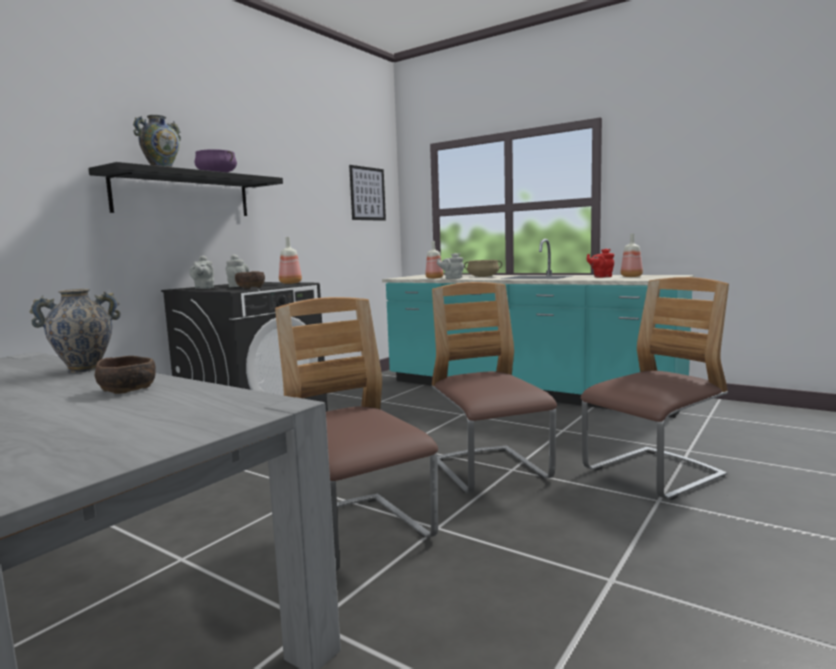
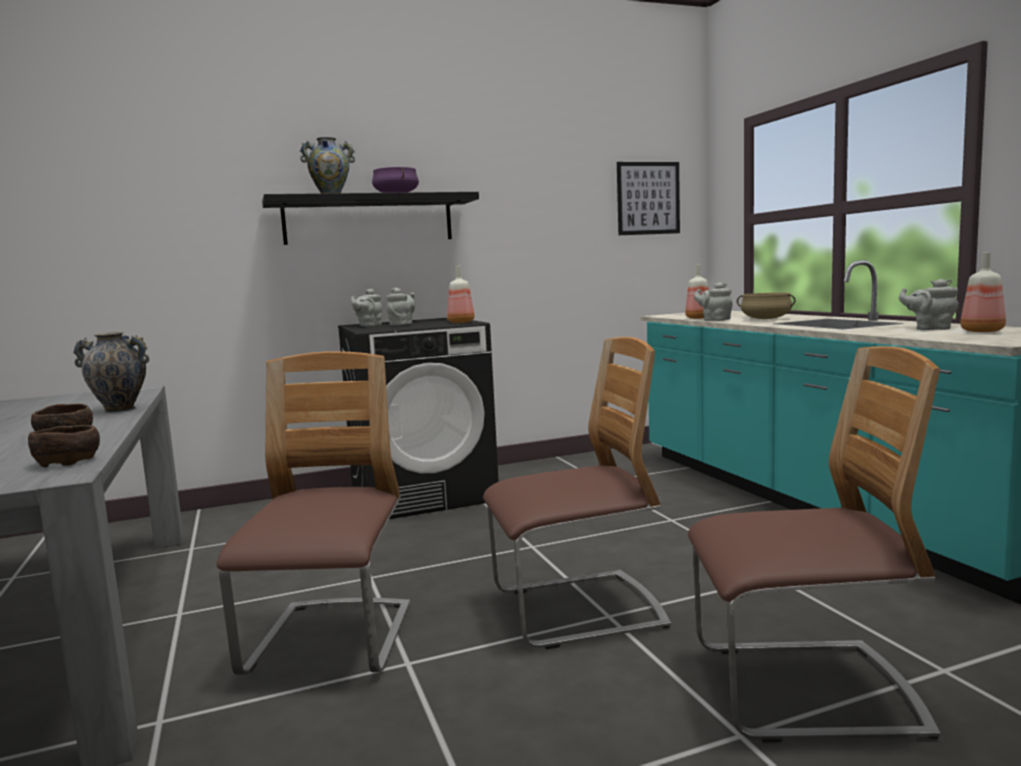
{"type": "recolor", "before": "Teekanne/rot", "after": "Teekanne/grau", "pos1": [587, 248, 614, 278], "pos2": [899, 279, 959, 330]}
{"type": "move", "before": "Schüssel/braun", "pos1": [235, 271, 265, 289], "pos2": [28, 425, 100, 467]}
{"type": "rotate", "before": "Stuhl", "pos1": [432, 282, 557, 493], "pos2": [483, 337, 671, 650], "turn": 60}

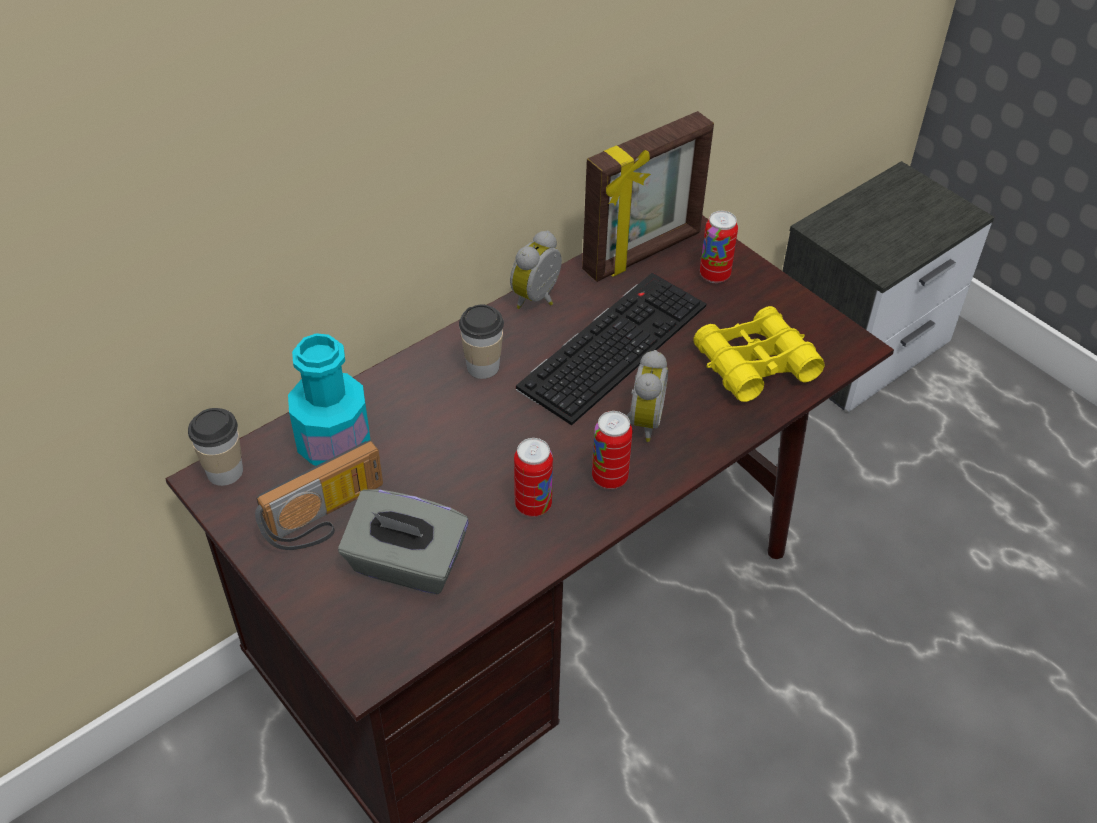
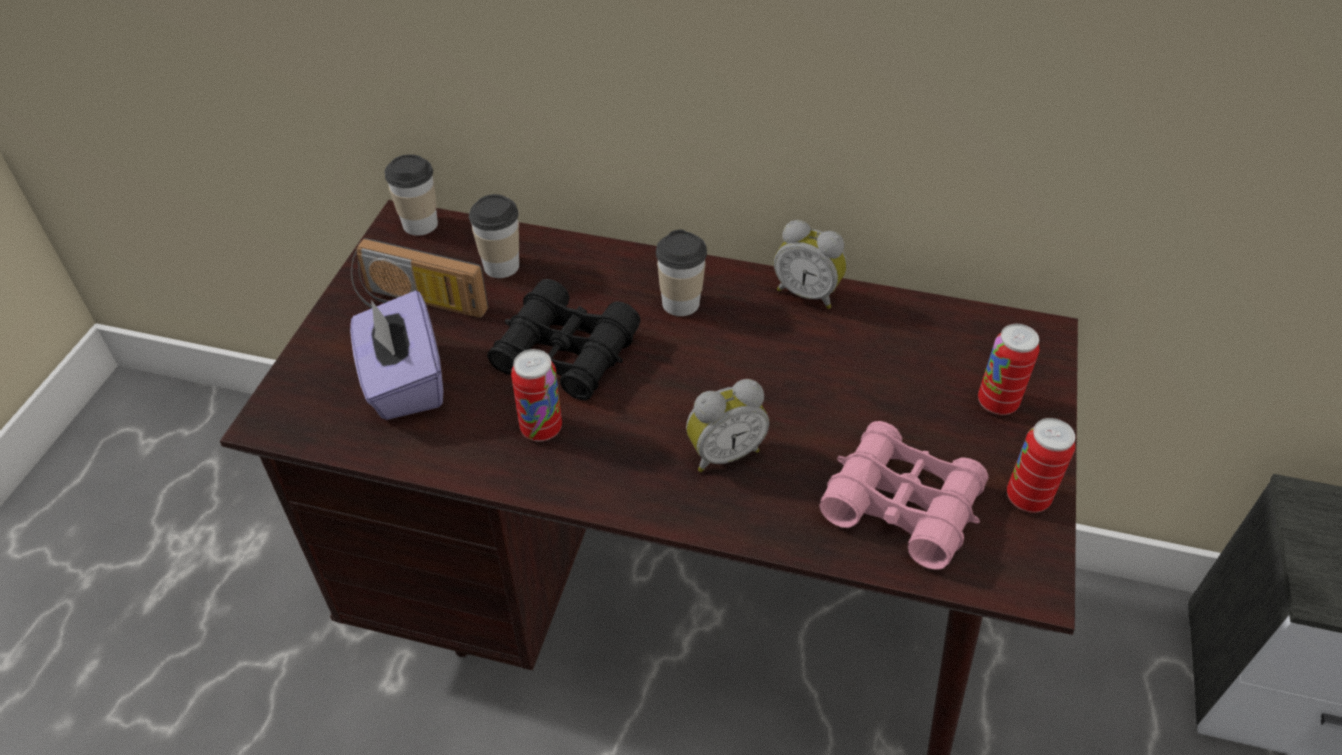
{"type": "delete", "before": "Bilderrahmen", "pos1": [582, 111, 714, 282]}
{"type": "rotate", "before": "Wecker", "pos1": [510, 230, 562, 309], "pos2": [774, 220, 847, 309], "turn": -150}
{"type": "delete", "before": "Tastatur", "pos1": [516, 272, 706, 425]}
{"type": "recolor", "before": "Fernglas/gelb", "after": "Fernglas/rosa", "pos1": [694, 306, 825, 402], "pos2": [819, 421, 988, 570]}
{"type": "replace", "before": "Flasche/türkis", "after": "Tasse", "pos1": [288, 333, 370, 466], "pos2": [469, 194, 519, 278]}
{"type": "move", "before": "Dose", "pos1": [592, 411, 633, 489], "pos2": [1007, 418, 1075, 513]}
{"type": "recolor", "before": "Taschentuchbox/grau", "after": "Taschentuchbox/lila", "pos1": [338, 489, 469, 594], "pos2": [350, 290, 443, 420]}
{"type": "insert", "after": "Fernglas/schwarz", "pos2": [487, 279, 641, 401]}

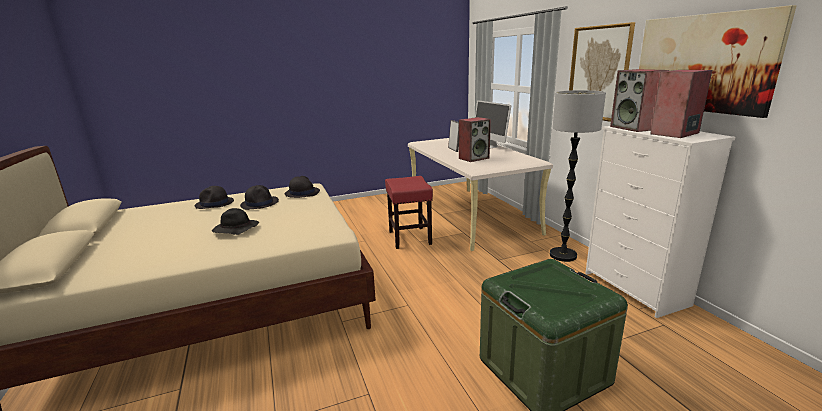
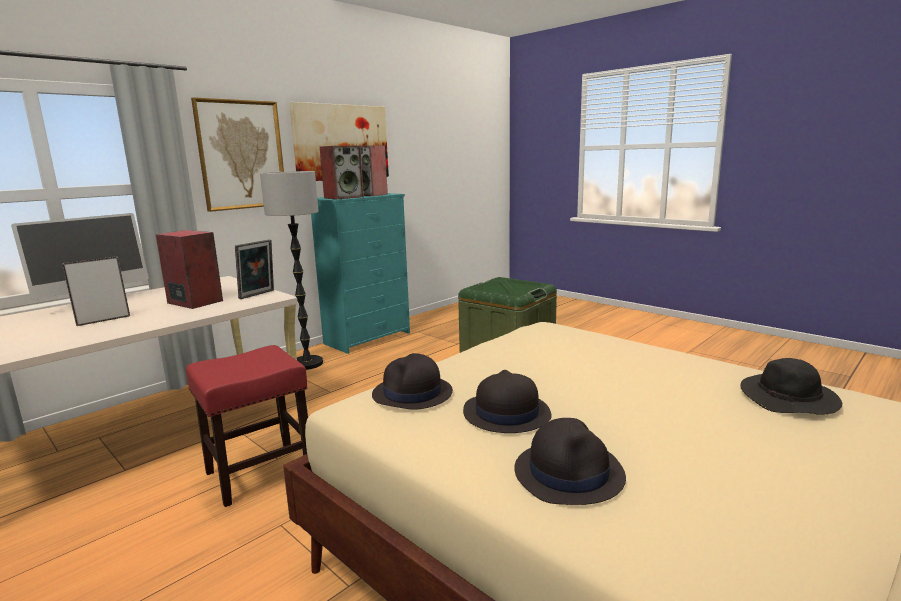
{"type": "recolor", "before": "Kommode/weiß", "after": "Kommode/türkis", "pos1": [585, 126, 735, 318], "pos2": [311, 193, 410, 354]}
{"type": "move", "before": "Hut/schwarz", "pos1": [212, 208, 259, 235], "pos2": [740, 358, 842, 415]}
{"type": "insert", "after": "Bilderrahmen", "pos2": [235, 239, 274, 299]}

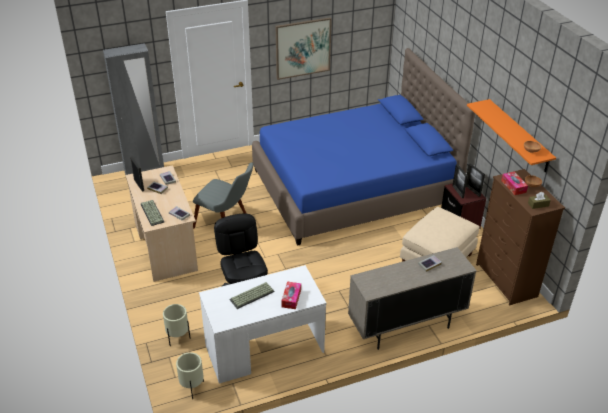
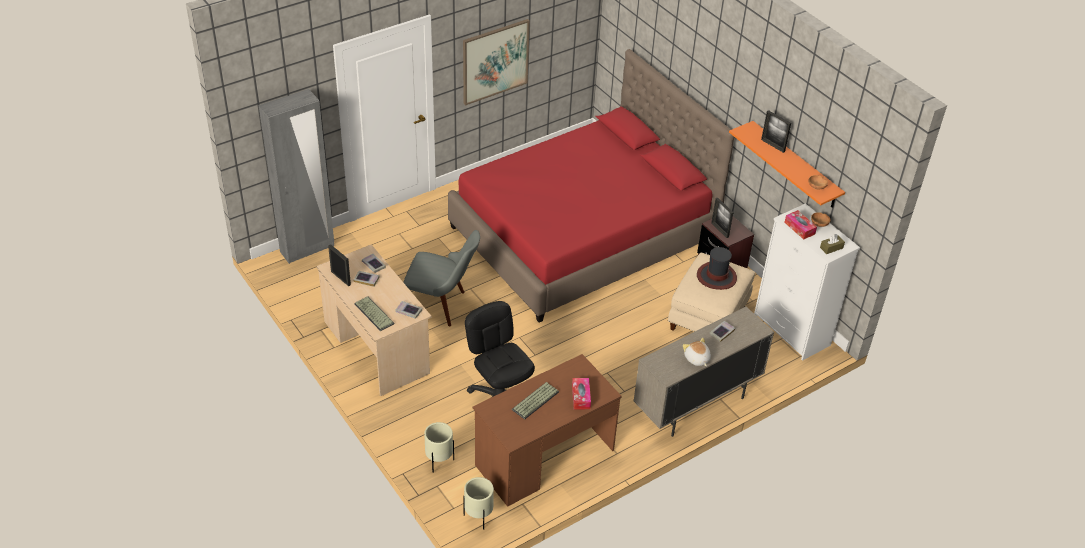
{"type": "recolor", "before": "Bett/blau", "after": "Bett/rot", "pos1": [252, 48, 475, 246], "pos2": [448, 49, 735, 322]}
{"type": "move", "before": "Bilderrahmen", "pos1": [466, 163, 485, 197], "pos2": [761, 110, 791, 153]}
{"type": "recolor", "before": "Kommode/braun", "after": "Kommode/weiß", "pos1": [476, 169, 565, 305], "pos2": [754, 203, 860, 361]}
{"type": "recolor", "before": "Schreibtisch/weiß", "after": "Schreibtisch/braun", "pos1": [199, 265, 327, 384], "pos2": [473, 354, 622, 507]}
{"type": "insert", "after": "Hut", "pos2": [697, 247, 737, 290]}
{"type": "insert", "after": "Plüschtier", "pos2": [683, 338, 711, 367]}

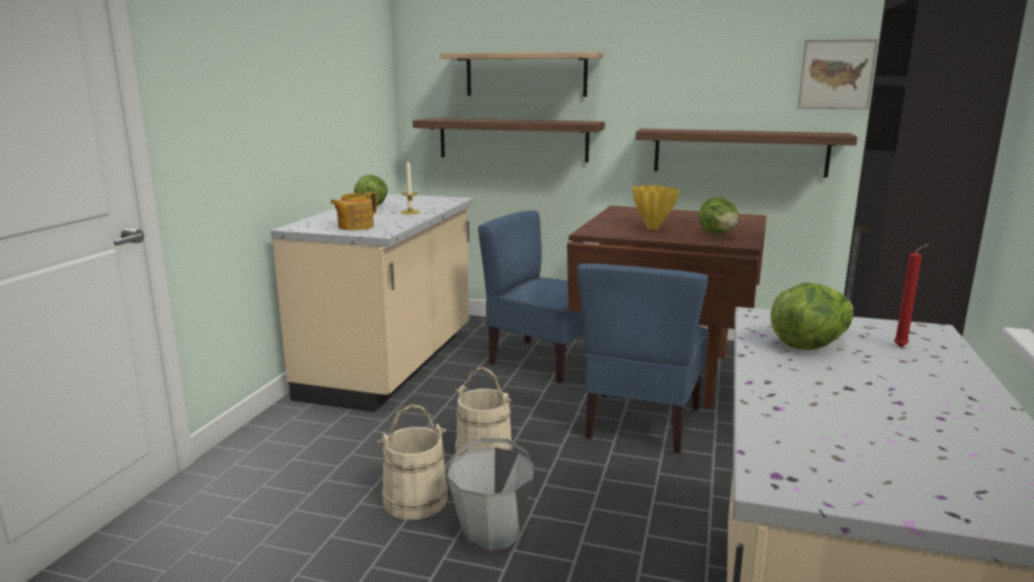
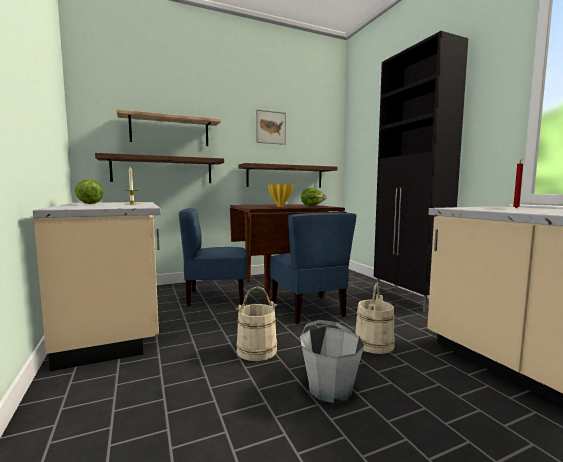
{"type": "move", "before": "Bild", "pos1": [798, 39, 878, 109], "pos2": [256, 109, 286, 145]}
{"type": "delete", "before": "Teekanne", "pos1": [330, 192, 377, 230]}
{"type": "delete", "before": "Salatkopf", "pos1": [771, 283, 854, 350]}
{"type": "move", "before": "Eimer/beige", "pos1": [378, 405, 448, 520], "pos2": [355, 283, 395, 354]}

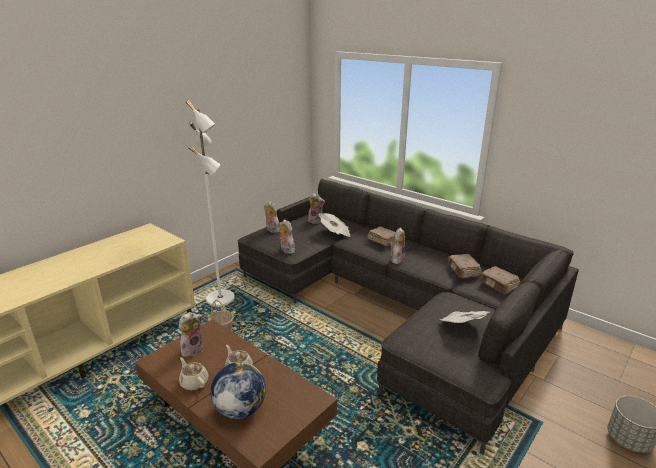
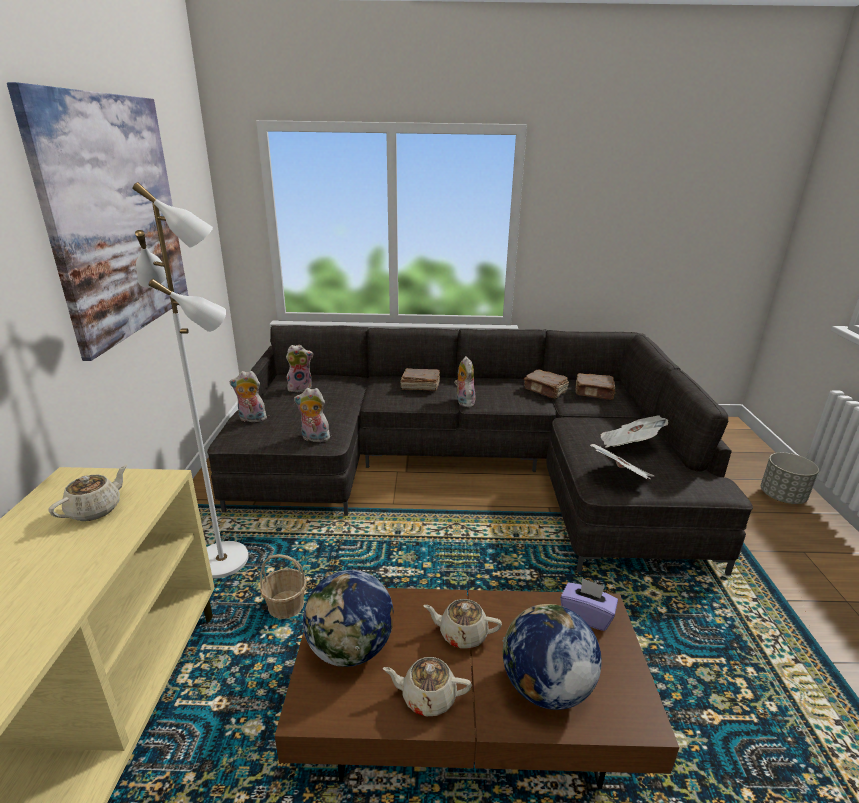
{"type": "move", "before": "Zeitung", "pos1": [318, 213, 351, 237], "pos2": [590, 444, 654, 479]}
{"type": "replace", "before": "Plüschtier", "after": "Globus", "pos1": [179, 312, 203, 357], "pos2": [303, 570, 394, 667]}
{"type": "insert", "after": "Bild", "pos2": [7, 82, 188, 361]}
{"type": "insert", "after": "Teekanne/beige", "pos2": [49, 465, 127, 521]}
{"type": "insert", "after": "Taschentuchbox/lila", "pos2": [560, 578, 618, 631]}

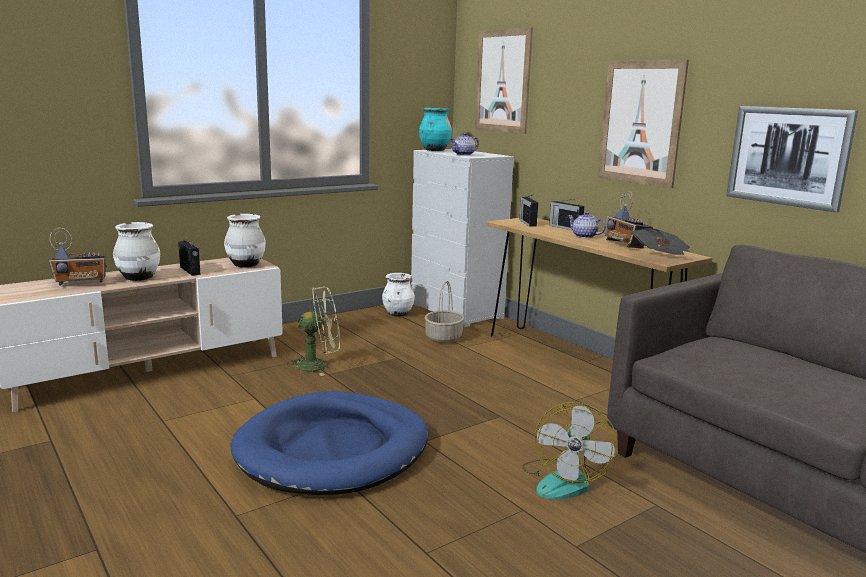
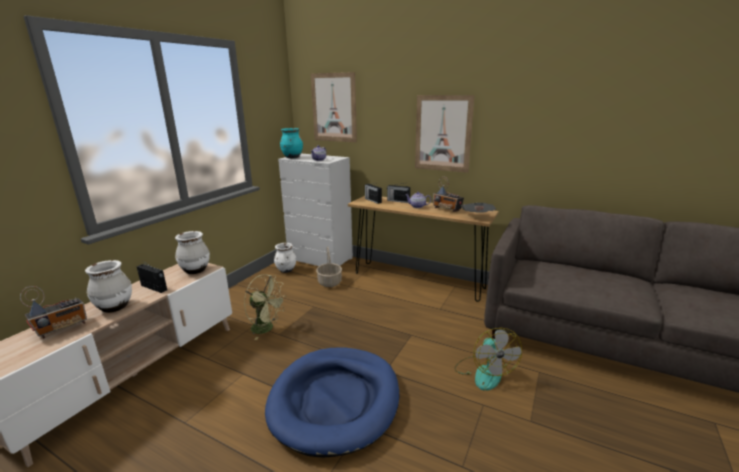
{"type": "delete", "before": "Bild", "pos1": [726, 106, 858, 213]}
{"type": "rotate", "before": "Ventilator/grün", "pos1": [287, 286, 340, 376], "pos2": [244, 274, 287, 340], "turn": 60}

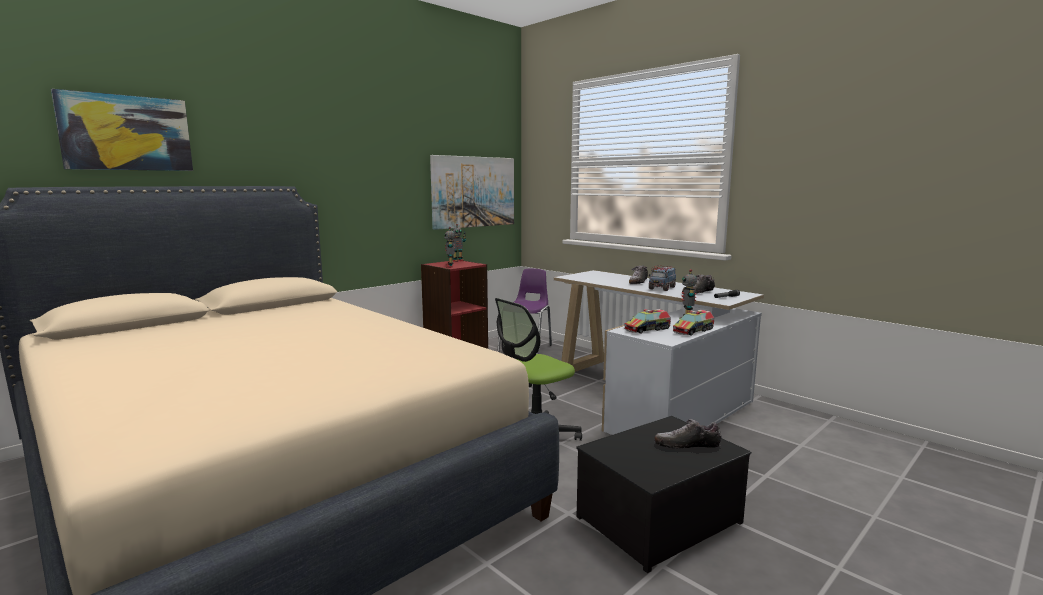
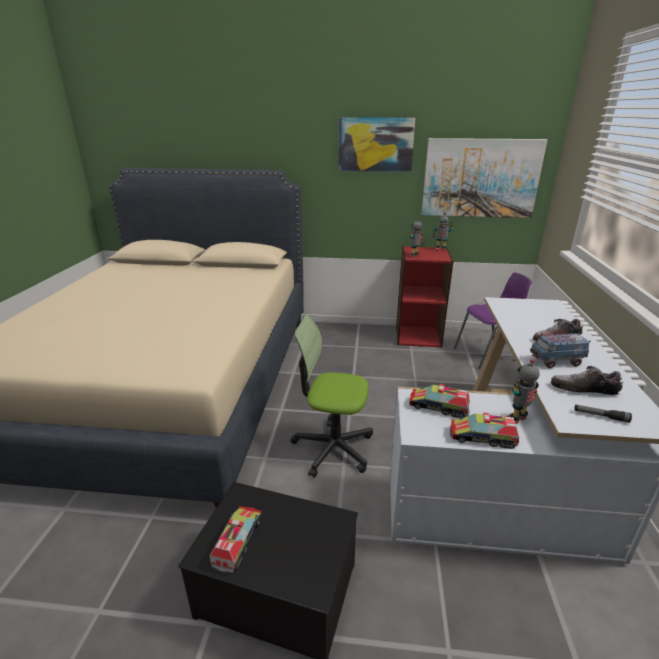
{"type": "move", "before": "Bild", "pos1": [51, 89, 193, 171], "pos2": [338, 117, 416, 172]}
{"type": "delete", "before": "Schuh", "pos1": [654, 419, 722, 449]}
{"type": "insert", "after": "Spielzeuglaster", "pos2": [209, 506, 262, 573]}

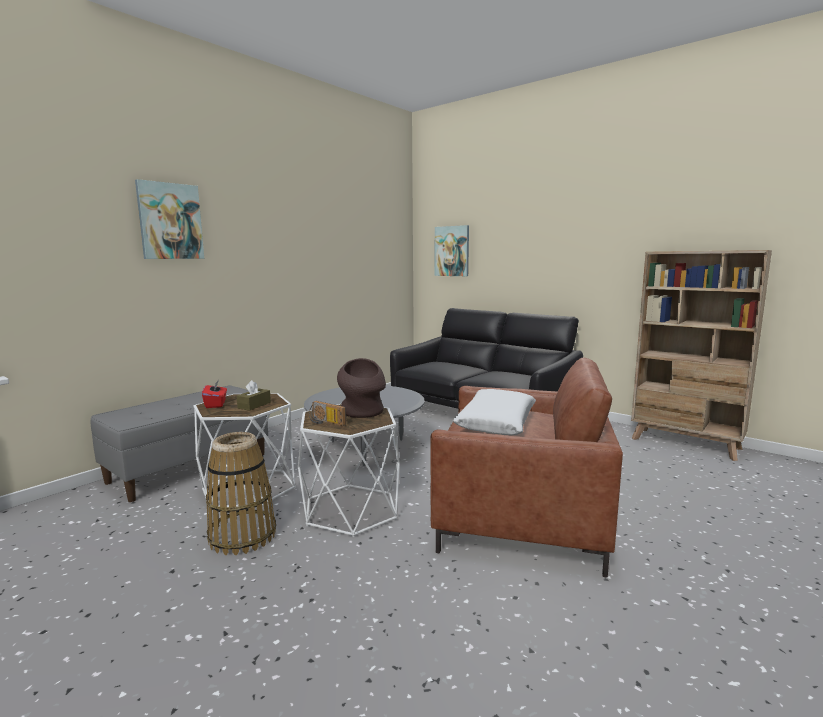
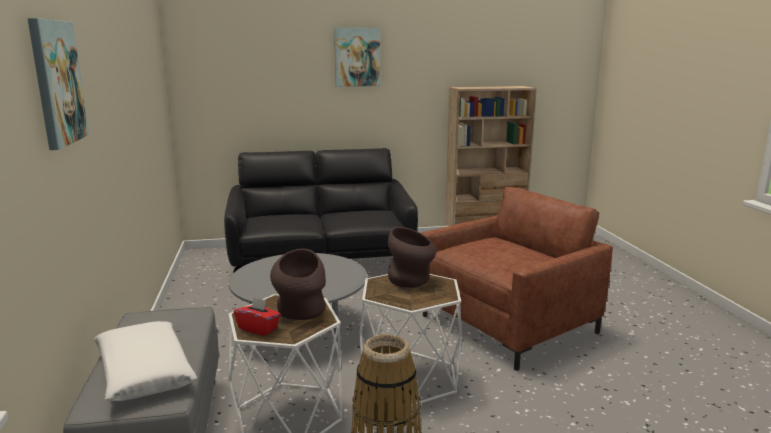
{"type": "move", "before": "Bild", "pos1": [435, 225, 469, 276], "pos2": [334, 28, 380, 87]}
{"type": "replace", "before": "Taschentuchbox/braun", "after": "Vase/braun", "pos1": [237, 380, 271, 411], "pos2": [270, 249, 326, 320]}
{"type": "move", "before": "Kissen/weiß", "pos1": [453, 389, 536, 435], "pos2": [94, 321, 197, 401]}
{"type": "delete", "before": "Radio", "pos1": [309, 401, 346, 426]}

